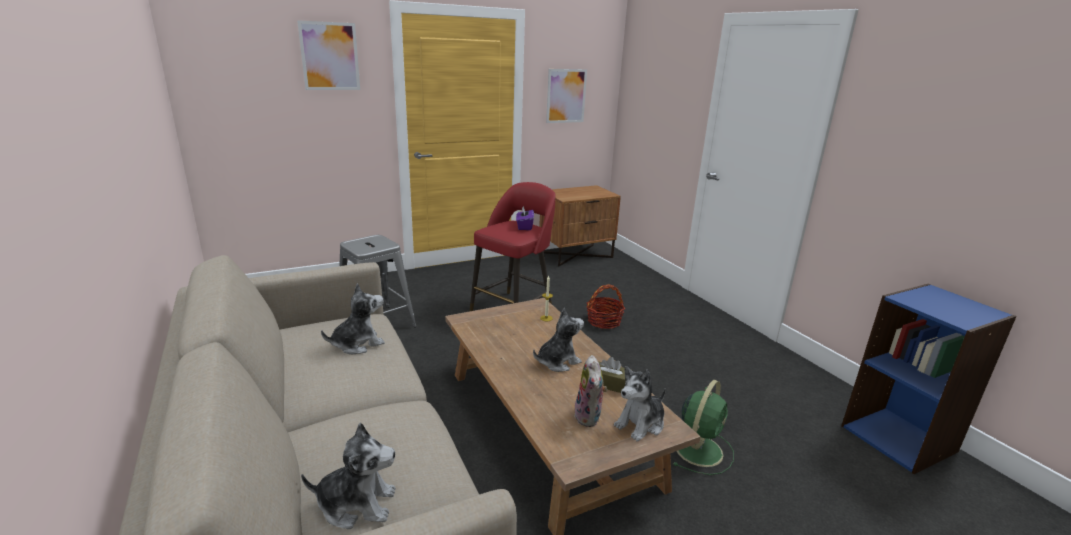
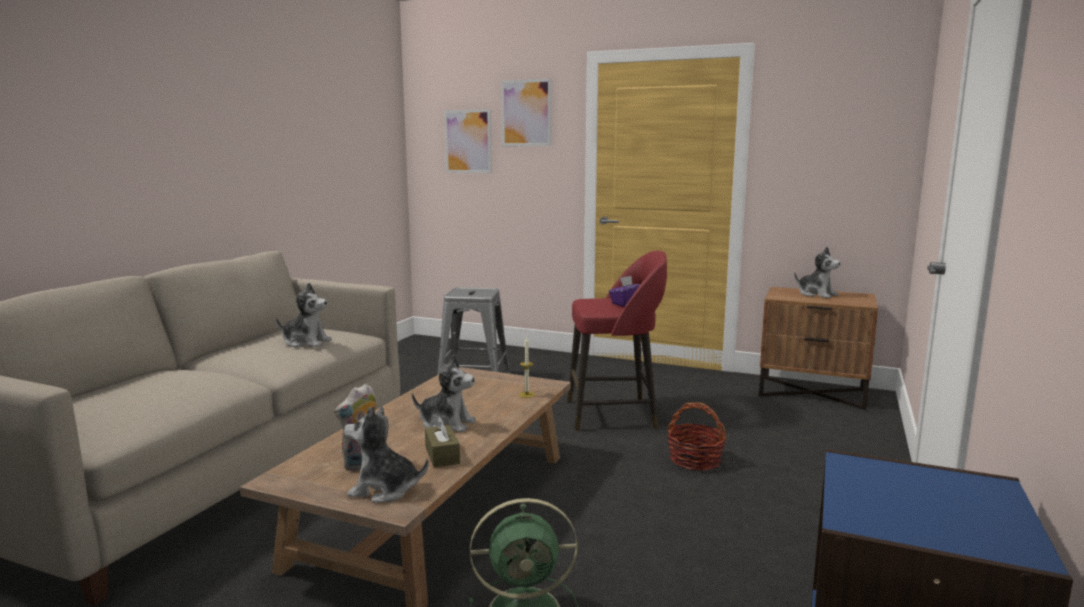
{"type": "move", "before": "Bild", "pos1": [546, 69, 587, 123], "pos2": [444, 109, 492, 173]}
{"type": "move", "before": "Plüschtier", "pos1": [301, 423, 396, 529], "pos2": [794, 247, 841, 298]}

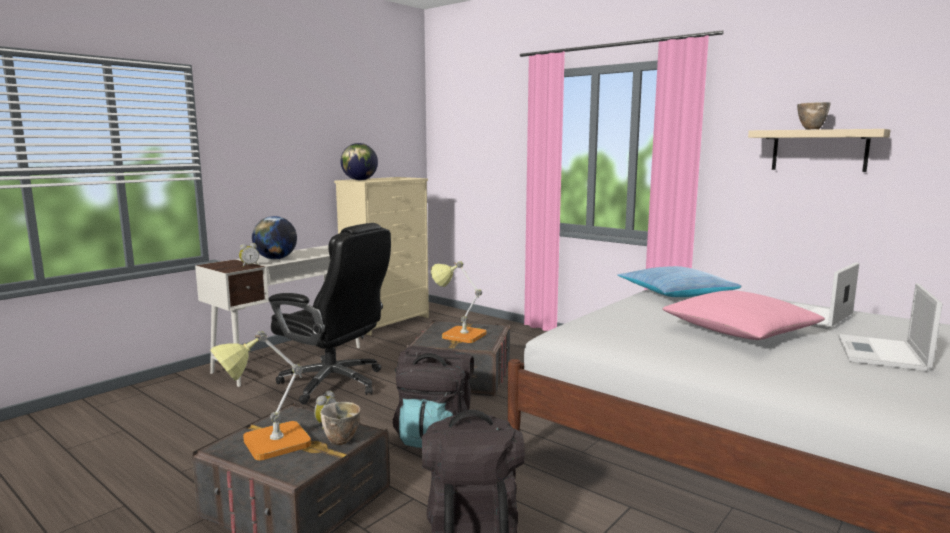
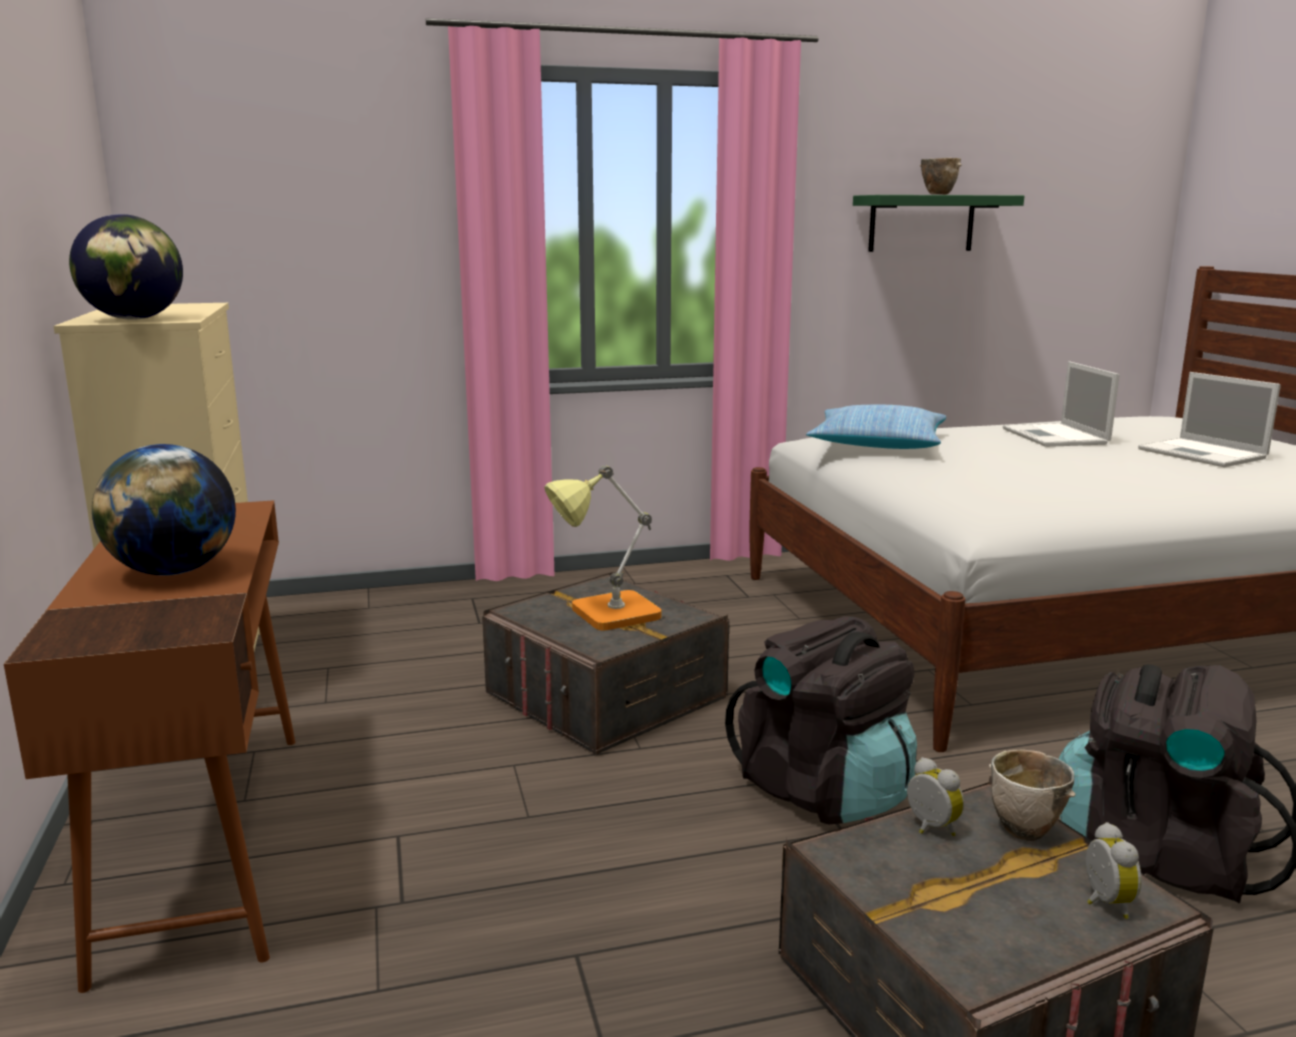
{"type": "recolor", "before": "Wandregal/beige", "after": "Wandregal/grün", "pos1": [748, 129, 891, 172], "pos2": [853, 195, 1024, 252]}
{"type": "delete", "before": "Bürostuhl/schwarz", "pos1": [268, 223, 391, 405]}
{"type": "move", "before": "Wecker", "pos1": [239, 243, 259, 267], "pos2": [1086, 822, 1142, 919]}
{"type": "recolor", "before": "Schreibtisch/weiß", "after": "Schreibtisch/braun", "pos1": [195, 245, 360, 387], "pos2": [4, 500, 295, 993]}
{"type": "delete", "before": "Kissen/rosa", "pos1": [662, 290, 825, 340]}
{"type": "delete", "before": "Tischlampe", "pos1": [210, 331, 311, 460]}

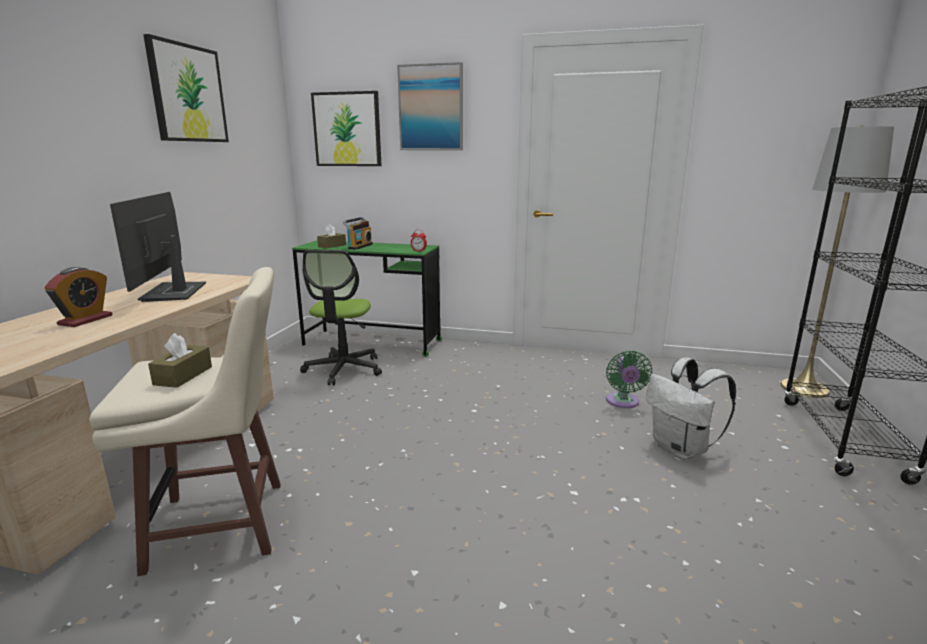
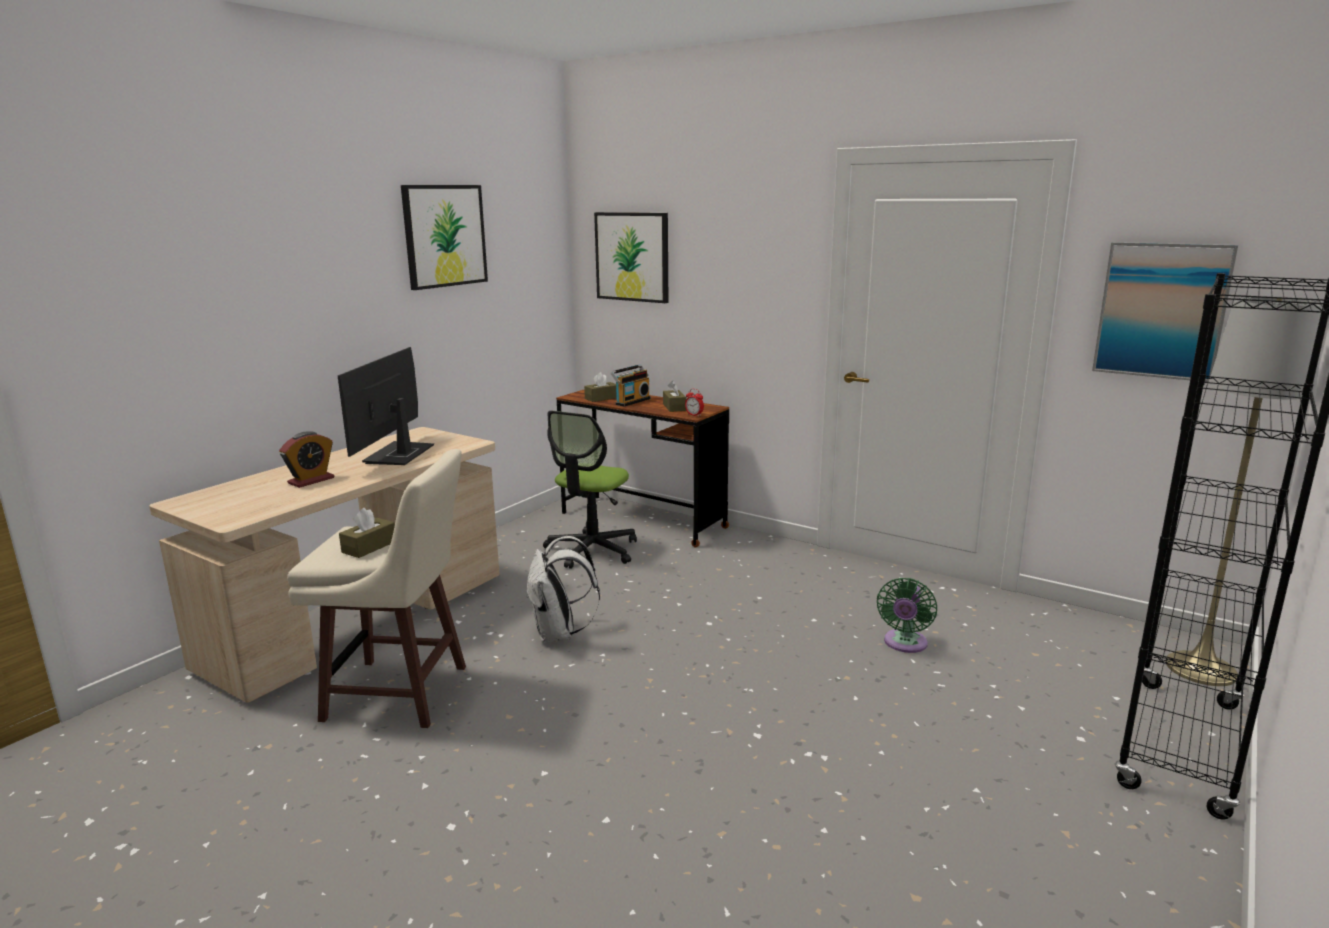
{"type": "move", "before": "Bild", "pos1": [397, 62, 463, 150], "pos2": [1092, 242, 1238, 382]}
{"type": "recolor", "before": "Schreibtisch/grün", "after": "Schreibtisch/braun", "pos1": [292, 240, 442, 357], "pos2": [556, 390, 729, 547]}
{"type": "move", "before": "Rucksack/weiß", "pos1": [646, 358, 736, 460], "pos2": [526, 536, 600, 643]}
{"type": "insert", "after": "Taschentuchbox/braun", "pos2": [663, 381, 686, 412]}

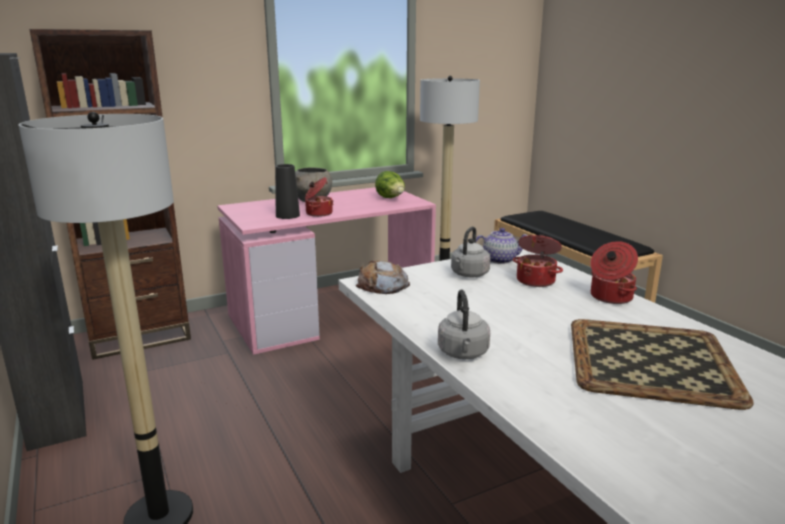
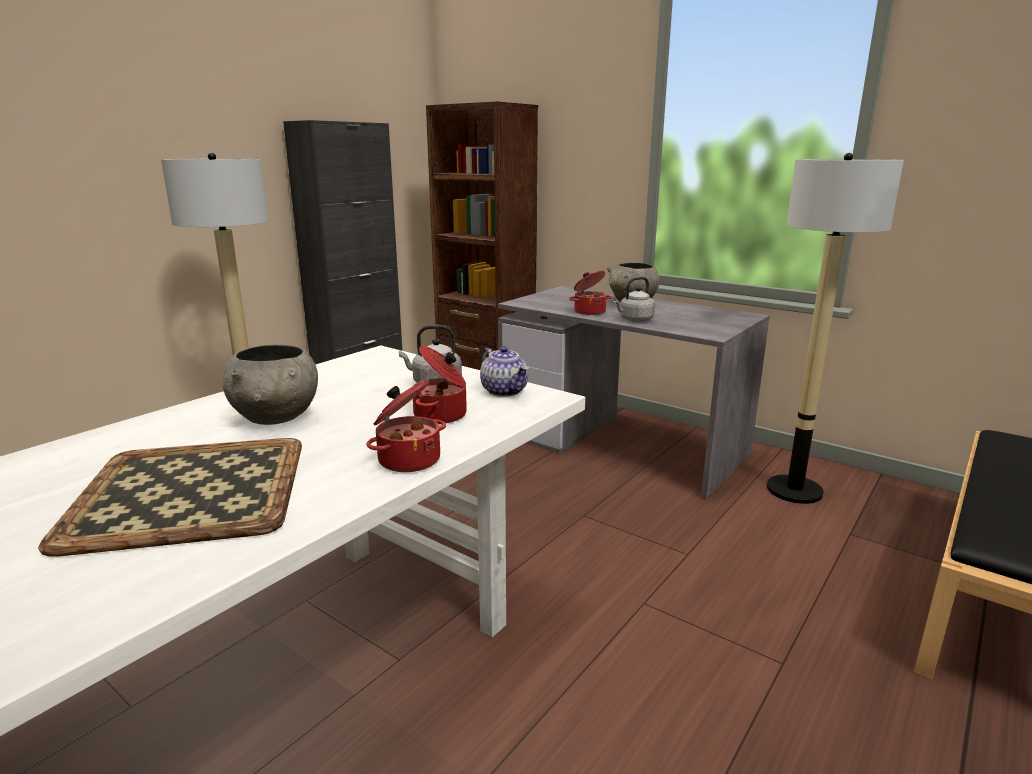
{"type": "delete", "before": "Vase/schwarz", "pos1": [275, 164, 300, 219]}
{"type": "delete", "before": "Salatkopf", "pos1": [375, 171, 405, 198]}
{"type": "recolor", "before": "Schreibtisch/rosa", "after": "Schreibtisch/grau", "pos1": [217, 187, 436, 355], "pos2": [498, 286, 770, 499]}
{"type": "delete", "before": "Brot", "pos1": [356, 261, 410, 294]}
{"type": "move", "before": "Wasserkessel/grau", "pos1": [438, 290, 490, 359], "pos2": [613, 277, 655, 322]}
{"type": "insert", "after": "Schüssel/grau", "pos2": [223, 344, 318, 425]}

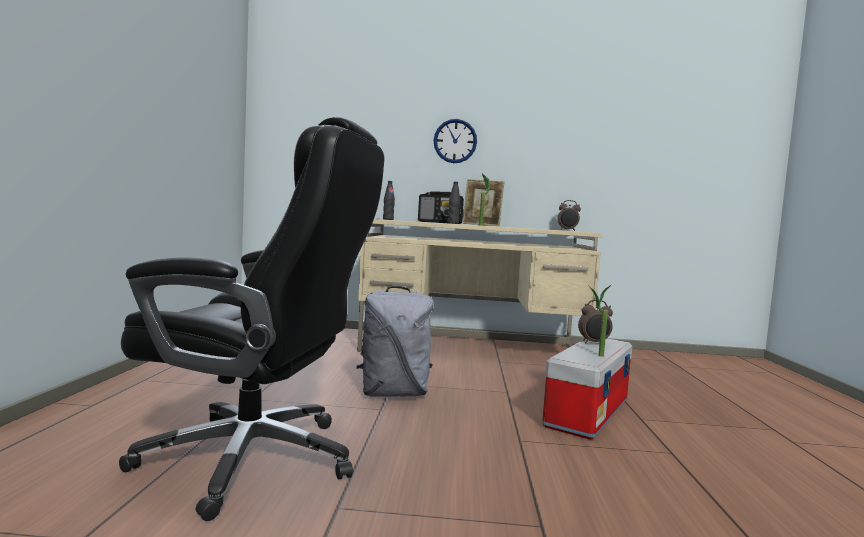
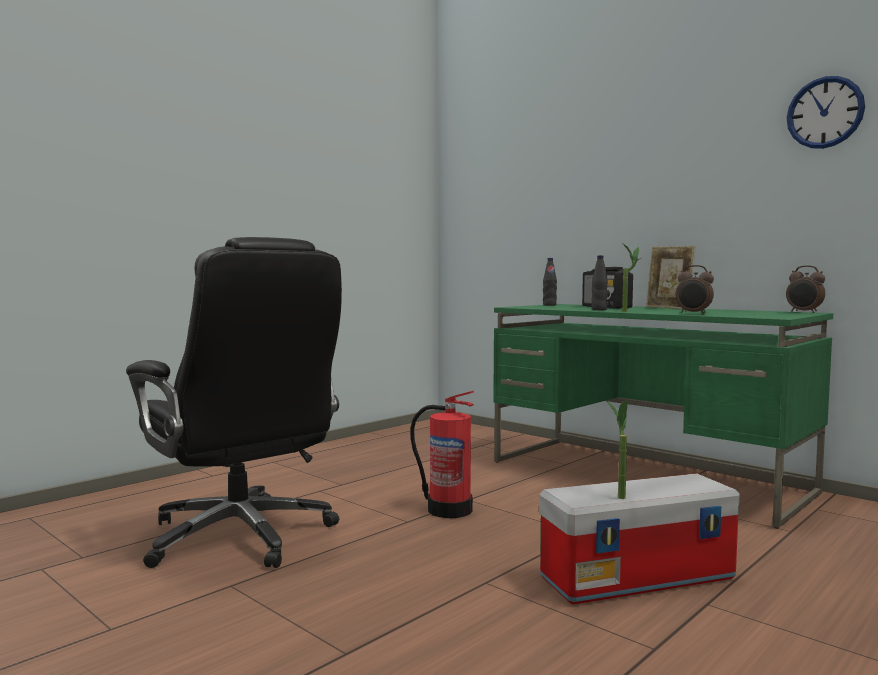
{"type": "move", "before": "Wanduhr", "pos1": [434, 119, 477, 163], "pos2": [787, 76, 865, 149]}
{"type": "recolor", "before": "Schreibtisch/beige", "after": "Schreibtisch/grün", "pos1": [357, 219, 603, 352], "pos2": [493, 304, 833, 529]}
{"type": "replace", "before": "Rucksack/grau", "after": "Feuerlöscher", "pos1": [356, 286, 434, 397], "pos2": [410, 391, 474, 518]}
{"type": "move", "before": "Wecker", "pos1": [578, 300, 613, 343], "pos2": [676, 265, 714, 314]}

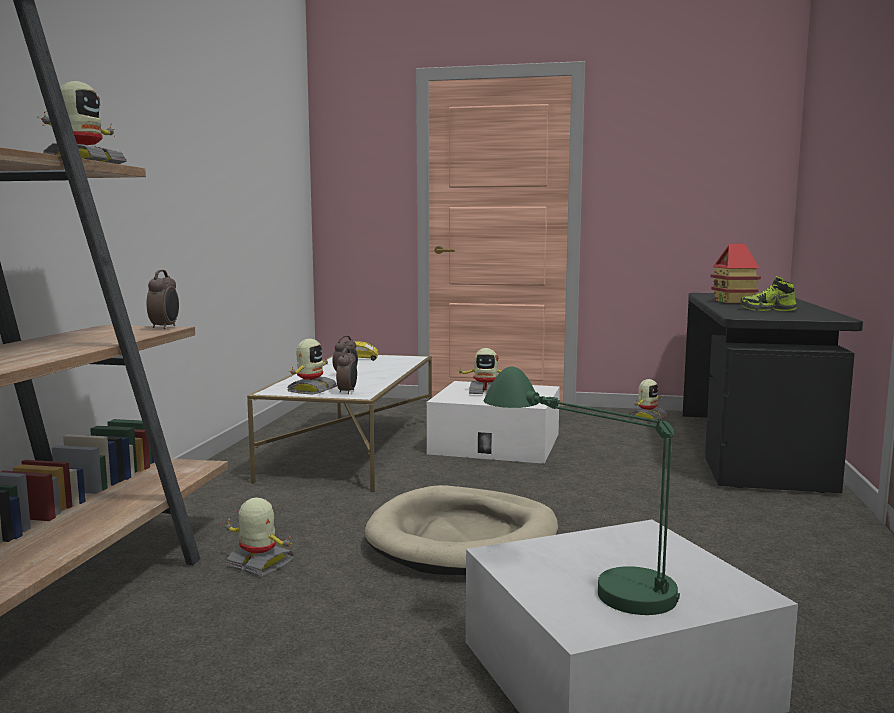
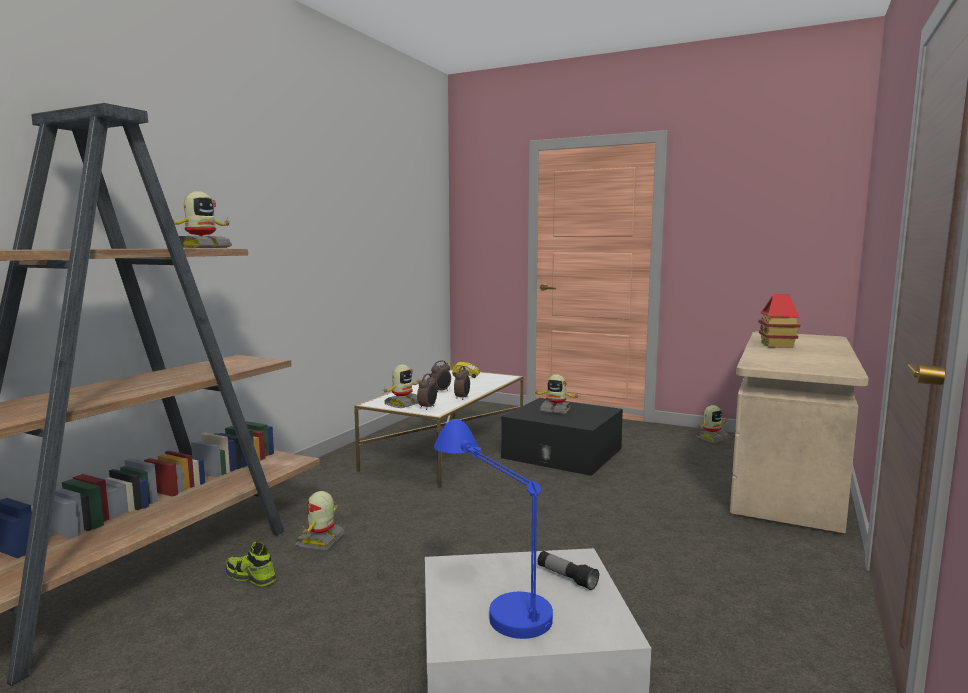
{"type": "move", "before": "Wecker", "pos1": [147, 270, 179, 329], "pos2": [454, 366, 470, 400]}
{"type": "move", "before": "Schuh", "pos1": [740, 276, 797, 311], "pos2": [226, 542, 276, 586]}
{"type": "recolor", "before": "Schreibtisch/schwarz", "after": "Schreibtisch/beige", "pos1": [683, 293, 863, 493], "pos2": [730, 332, 869, 533]}
{"type": "recolor", "before": "Tischlampe/grün", "after": "Tischlampe/blau", "pos1": [484, 367, 680, 615], "pos2": [434, 419, 553, 639]}
{"type": "recolor", "before": "Aufbewahrungsbox/weiß", "after": "Aufbewahrungsbox/schwarz", "pos1": [427, 381, 560, 464], "pos2": [501, 398, 623, 476]}
{"type": "delete", "before": "Hundebett/beige", "pos1": [364, 485, 558, 575]}
{"type": "rotate", "before": "Spielzeugroboter", "pos1": [222, 498, 295, 577], "pos2": [294, 491, 345, 550], "turn": -120}
{"type": "insert", "after": "Taschenlampe", "pos2": [538, 551, 599, 590]}

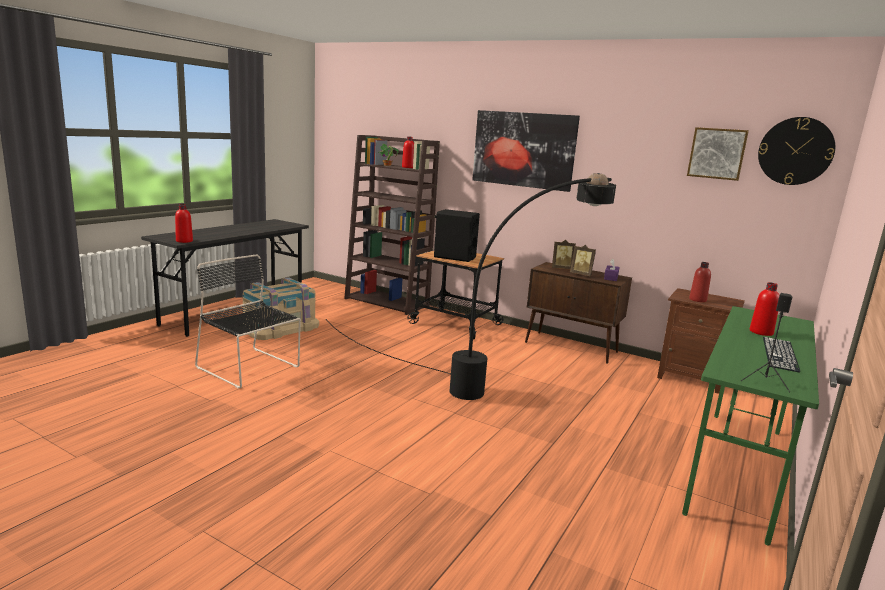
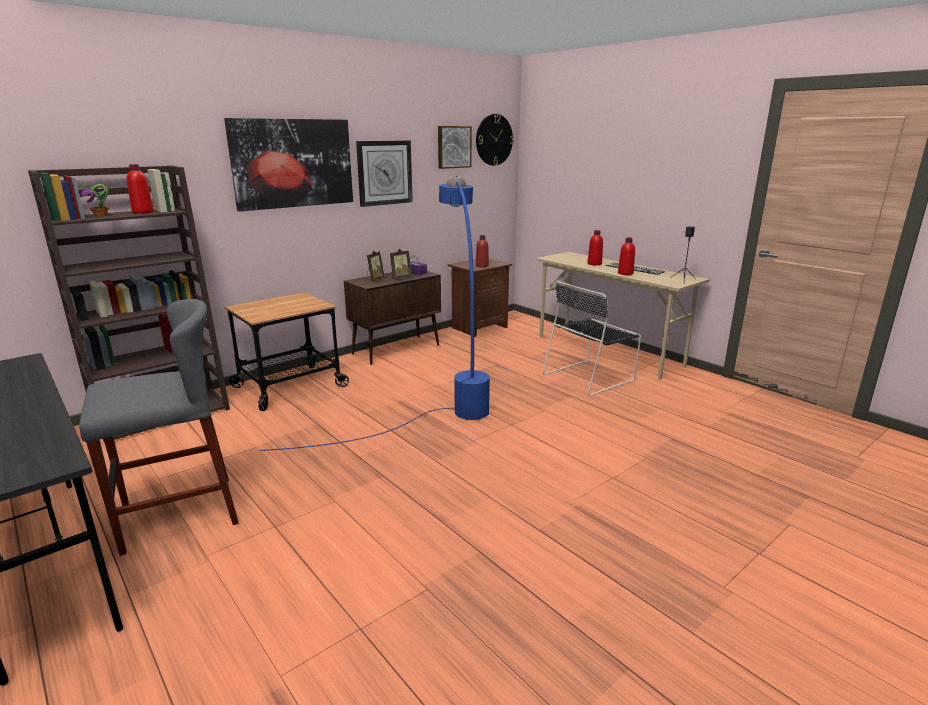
{"type": "recolor", "before": "Stehlampe/schwarz", "after": "Stehlampe/blau", "pos1": [326, 173, 616, 400], "pos2": [259, 176, 490, 451]}
{"type": "move", "before": "Flasche/rot", "pos1": [175, 204, 193, 243], "pos2": [618, 237, 635, 275]}
{"type": "delete", "before": "Lautsprecher/schwarz", "pos1": [434, 209, 480, 262]}
{"type": "move", "before": "Stuhl/schwarz", "pos1": [195, 255, 301, 388], "pos2": [543, 281, 641, 396]}
{"type": "replace", "before": "Aufbewahrungsbox/beige", "after": "Hocker/grau", "pos1": [242, 278, 319, 340], "pos2": [79, 299, 239, 556]}
{"type": "recolor", "before": "Schreibtisch/grün", "after": "Schreibtisch/beige", "pos1": [682, 306, 819, 546], "pos2": [536, 252, 710, 380]}
{"type": "insert", "after": "Wanduhr", "pos2": [356, 140, 413, 207]}

